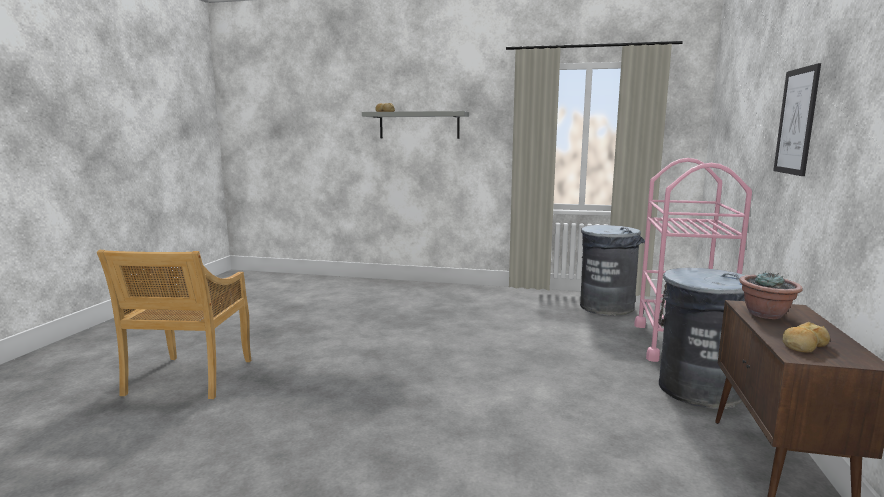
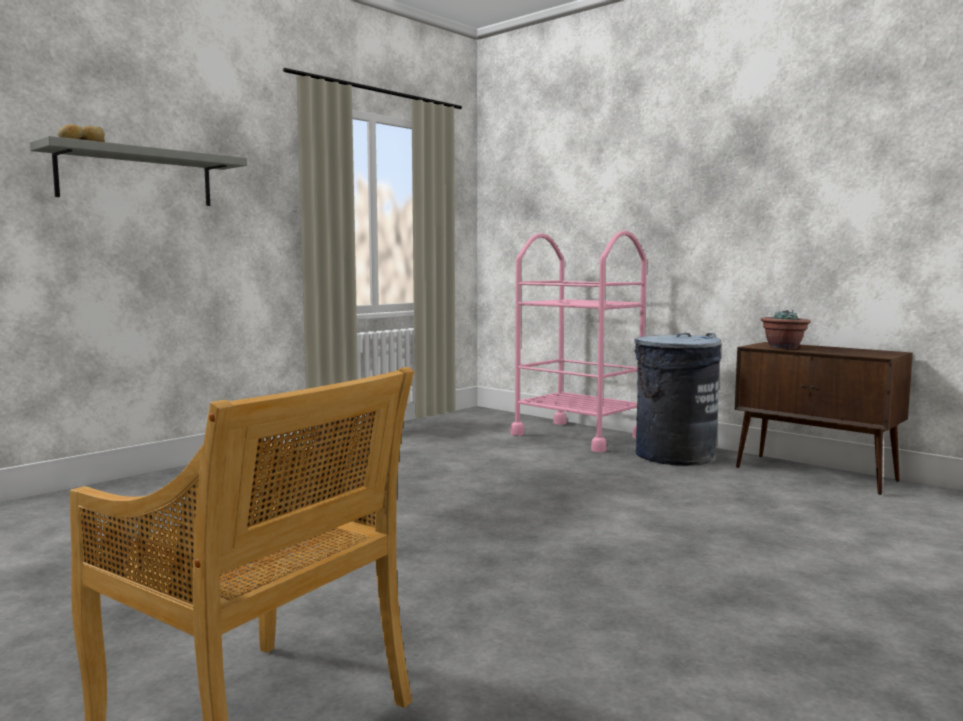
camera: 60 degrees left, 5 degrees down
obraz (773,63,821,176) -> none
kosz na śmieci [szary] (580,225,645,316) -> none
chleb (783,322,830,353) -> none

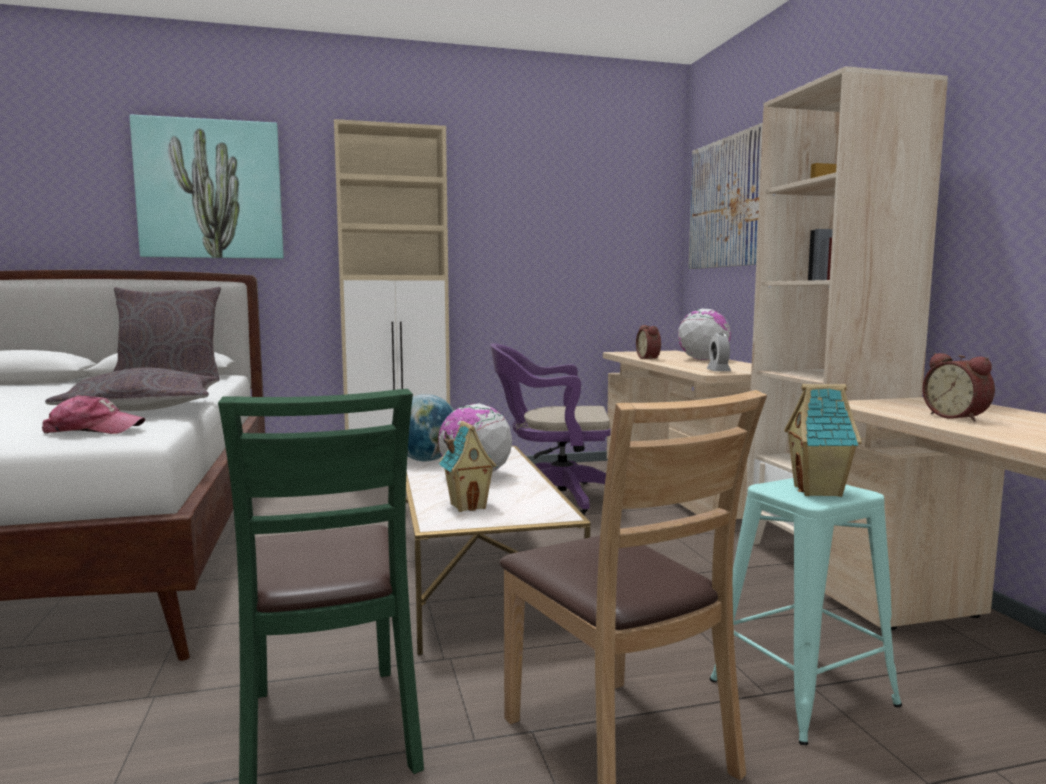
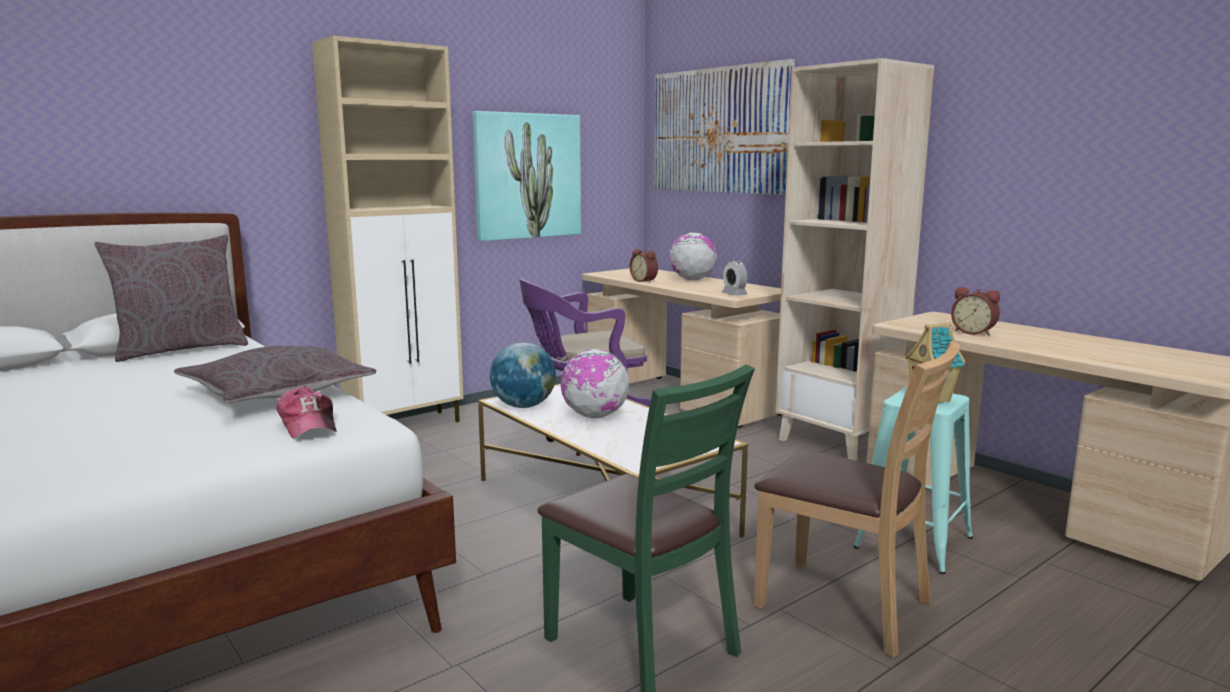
camera: 25 degrees left, 5 degrees up
obraz (129,114,284,259) -> obraz (473,111,581,241), shifted
czapka z daszkiem (42,395,145,434) -> czapka z daszkiem (276,386,337,439), 90 degrees clockwise
domek (439,421,498,512) -> none

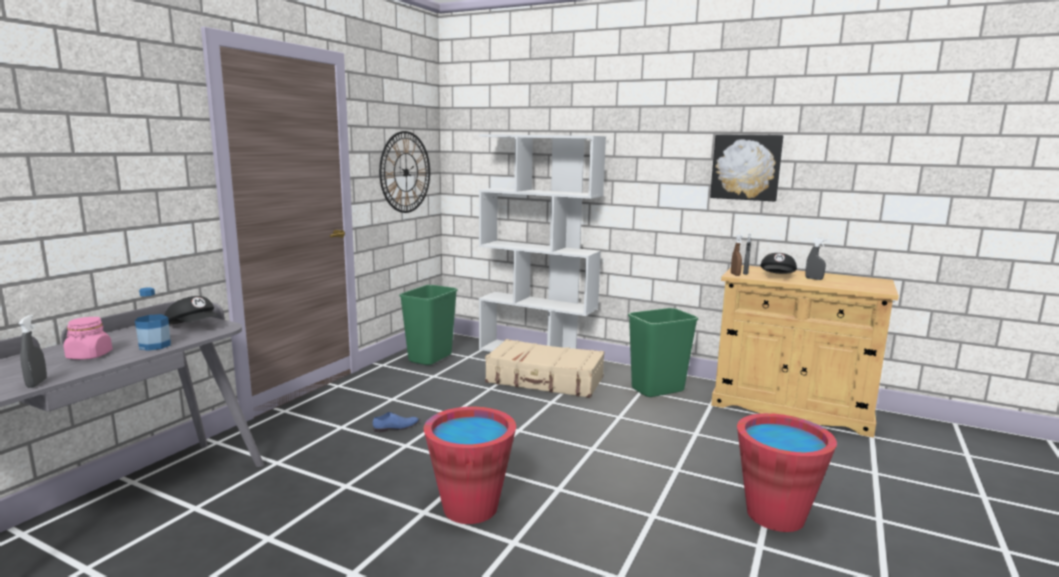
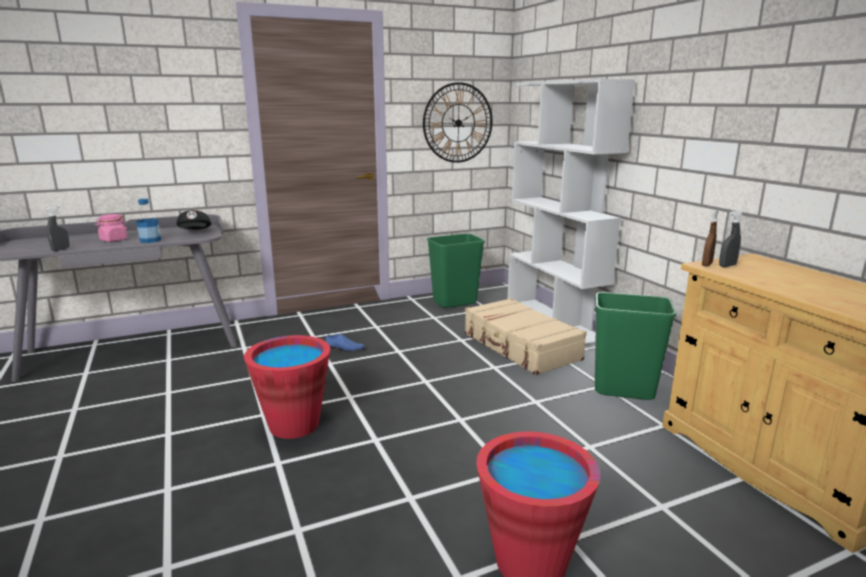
camera: 40 degrees right, 5 degrees up
obraz (710,134,783,202) -> none
spryskiwacz [szary] (805,238,827,280) -> none
czapka z daszkiem [czarny] (760,253,797,274) -> none

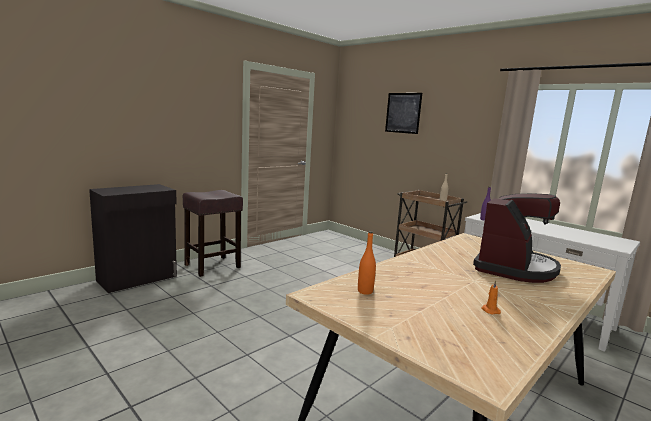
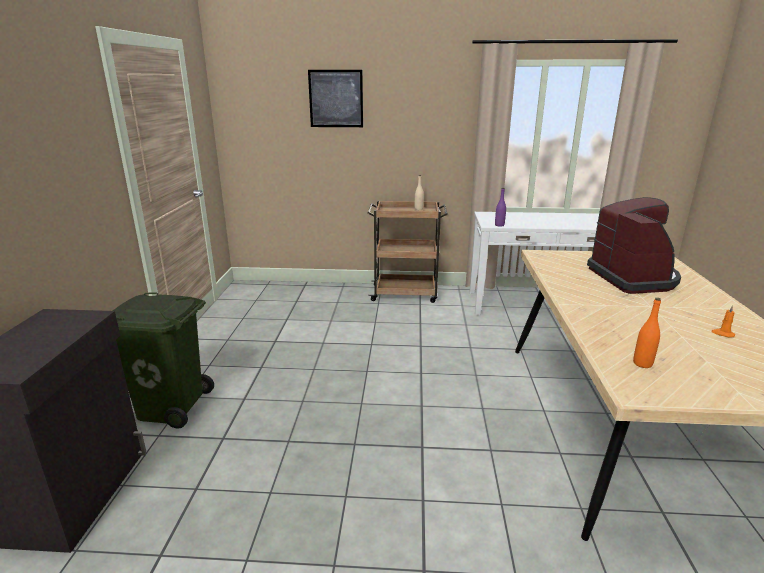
camera: 40 degrees left, 10 degrees up
stołek [brązowy] (183,190,243,277) -> kosz na śmieci [zielony] (113,293,214,429)

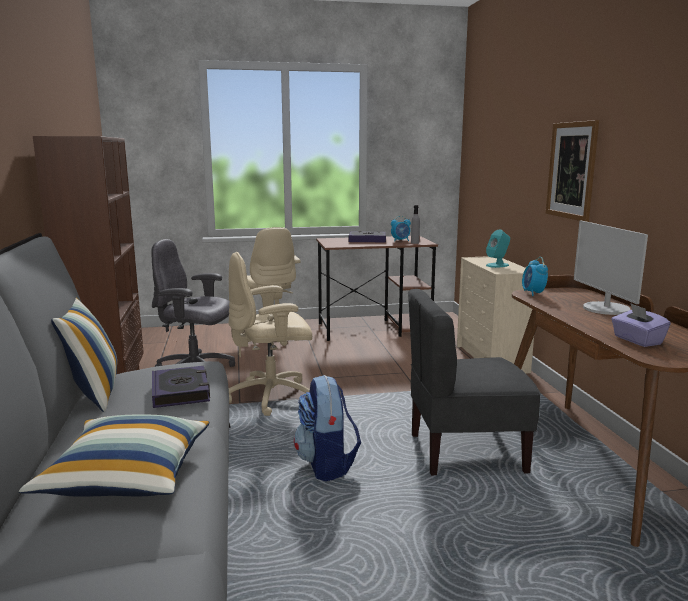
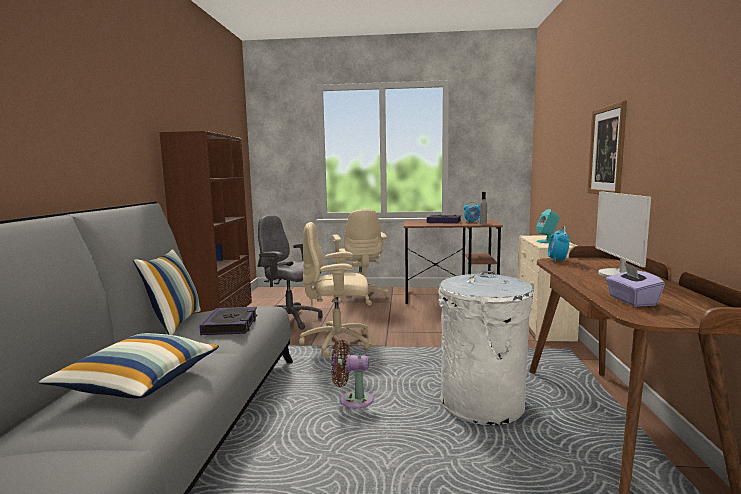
camera: 15 degrees right, 5 degrees down
krzesło [szary] (408,289,541,475) -> kosz na śmieci [biały] (438,271,534,425)
plecak (294,375,361,481) -> wentylator [brązowy] (331,340,374,408)

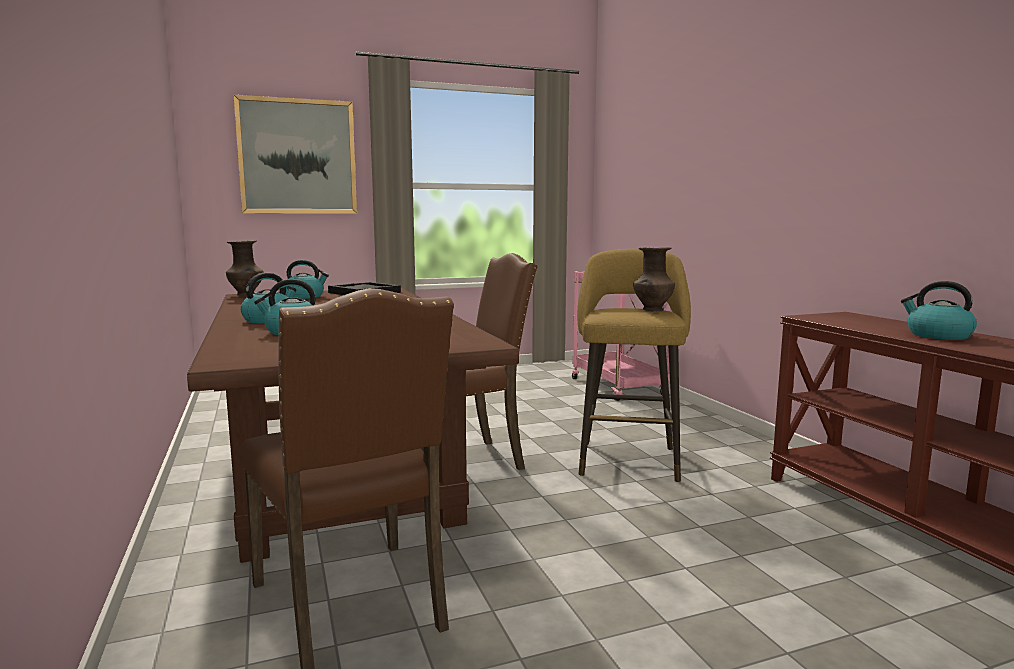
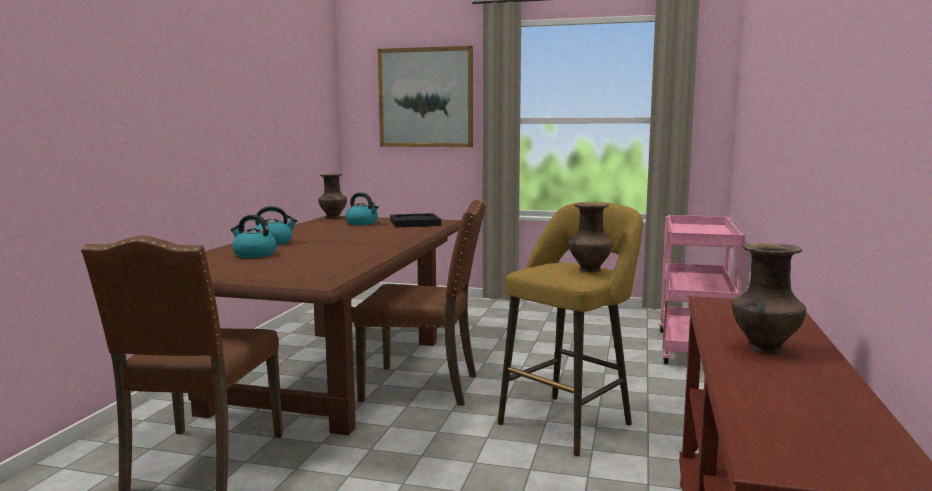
camera: 35 degrees right, 0 degrees up
czajnik (901,281,977,340) -> wazon [brązowy] (732,243,806,354)

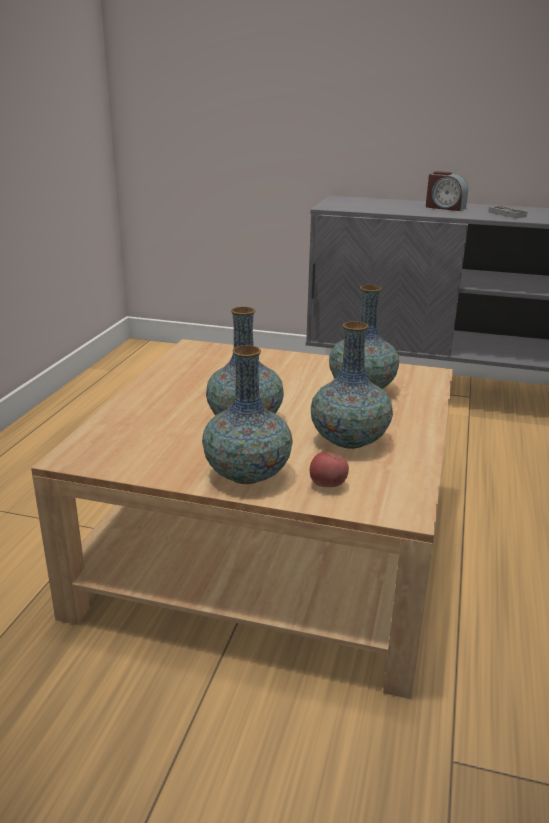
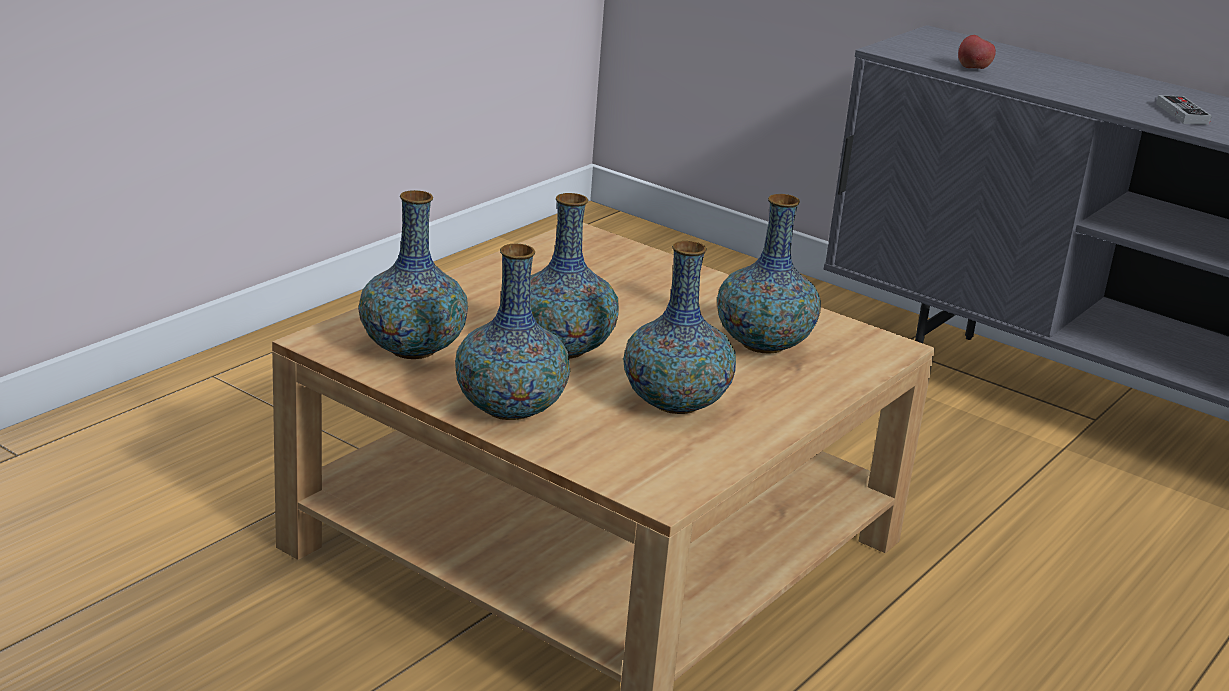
camera: 20 degrees right, 0 degrees up
budzik (426,171,468,211) -> none
jabłko (310,452,349,487) -> jabłko (958,35,996,69), shifted
none -> wazon (358,190,468,359)

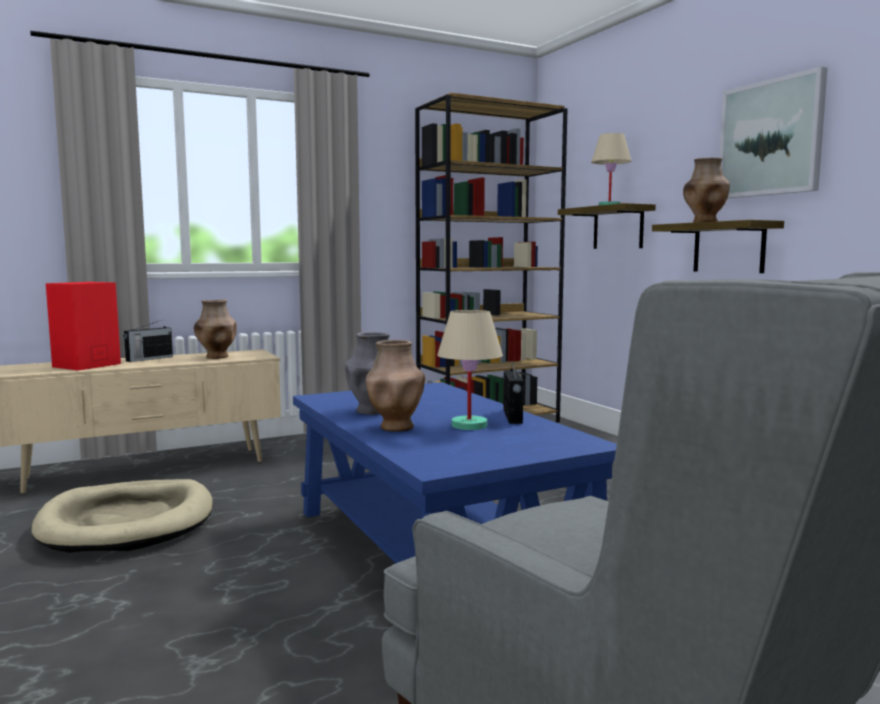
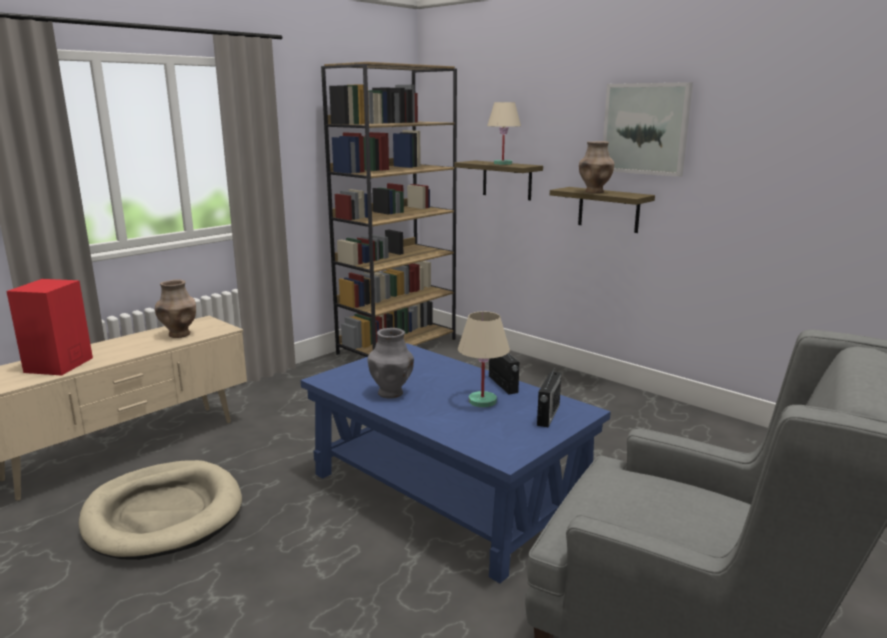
camera: 20 degrees left, 10 degrees up
radio (123,320,173,362) -> radio (537,365,561,427), shifted
wazon [brązowy] (365,340,425,432) -> none

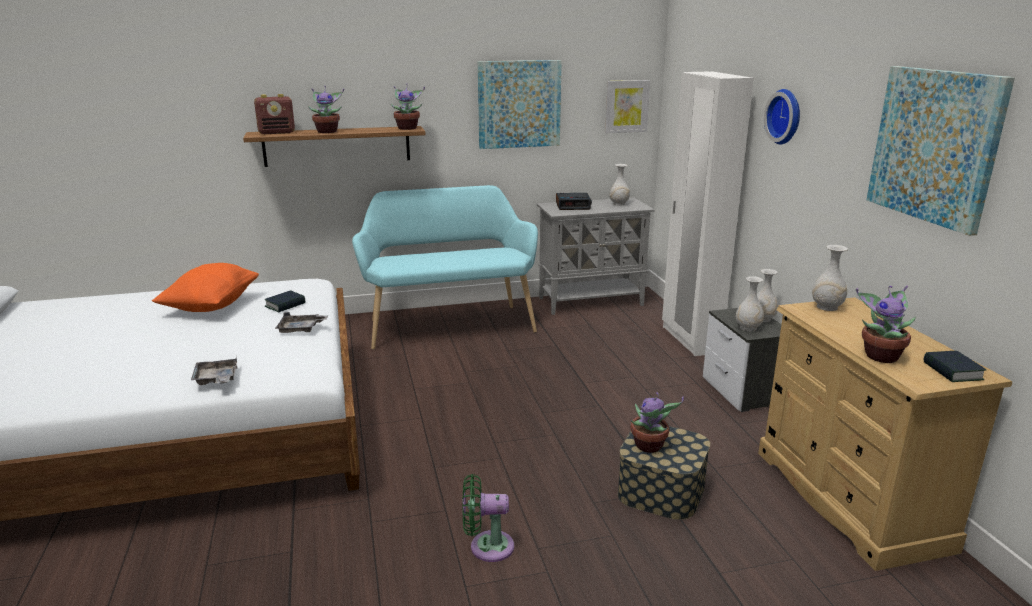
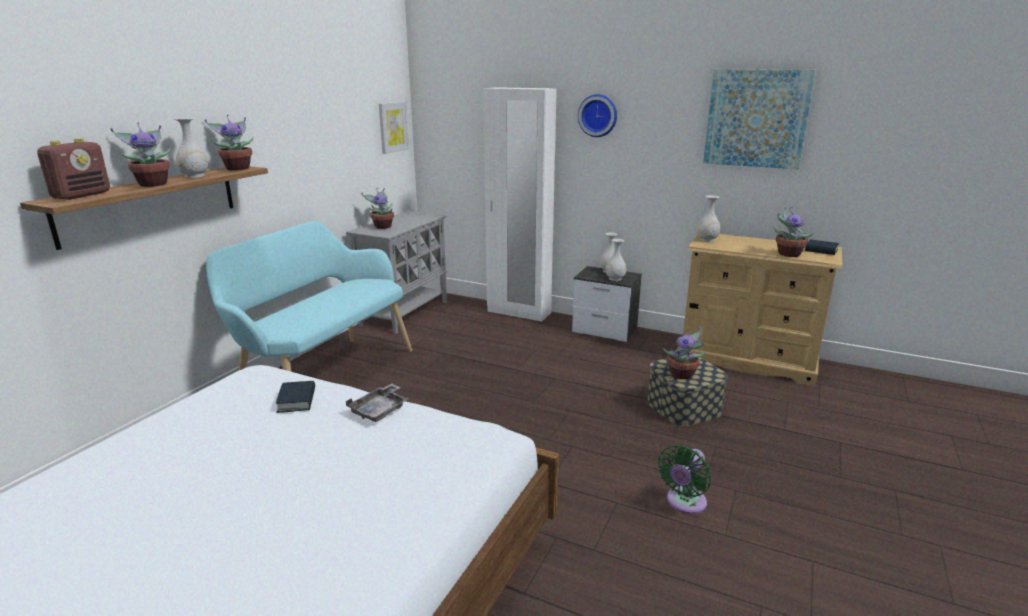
camera: 50 degrees left, 0 degrees up
obraz (478,60,562,149) -> none
wazon [biały] (610,164,630,206) -> wazon [biały] (174,118,208,178), shifted
budzik (556,193,592,210) -> roślina doniczkowa (361,188,394,229)
poduszka [pomarańczowy] (152,263,259,312) -> none
taca [szary] (191,356,237,385) -> none

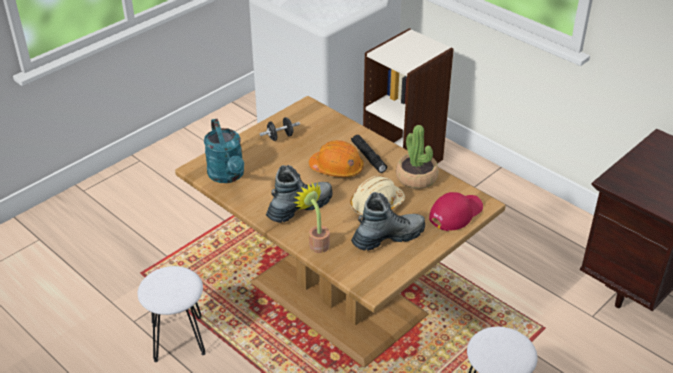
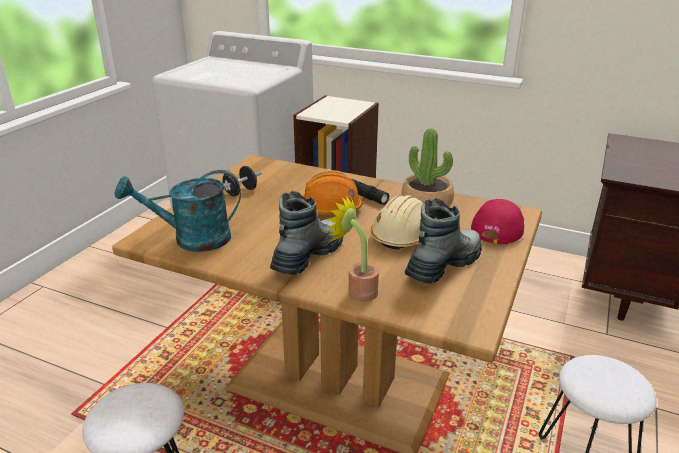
camera: 20 degrees left, 10 degrees down
konewka [turkusowy] (204,119,244,183) -> konewka [turkusowy] (115,170,241,252), 120 degrees clockwise

